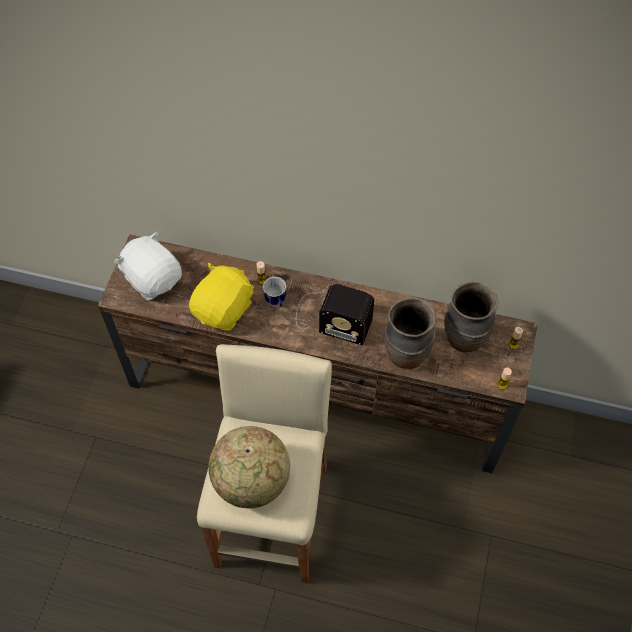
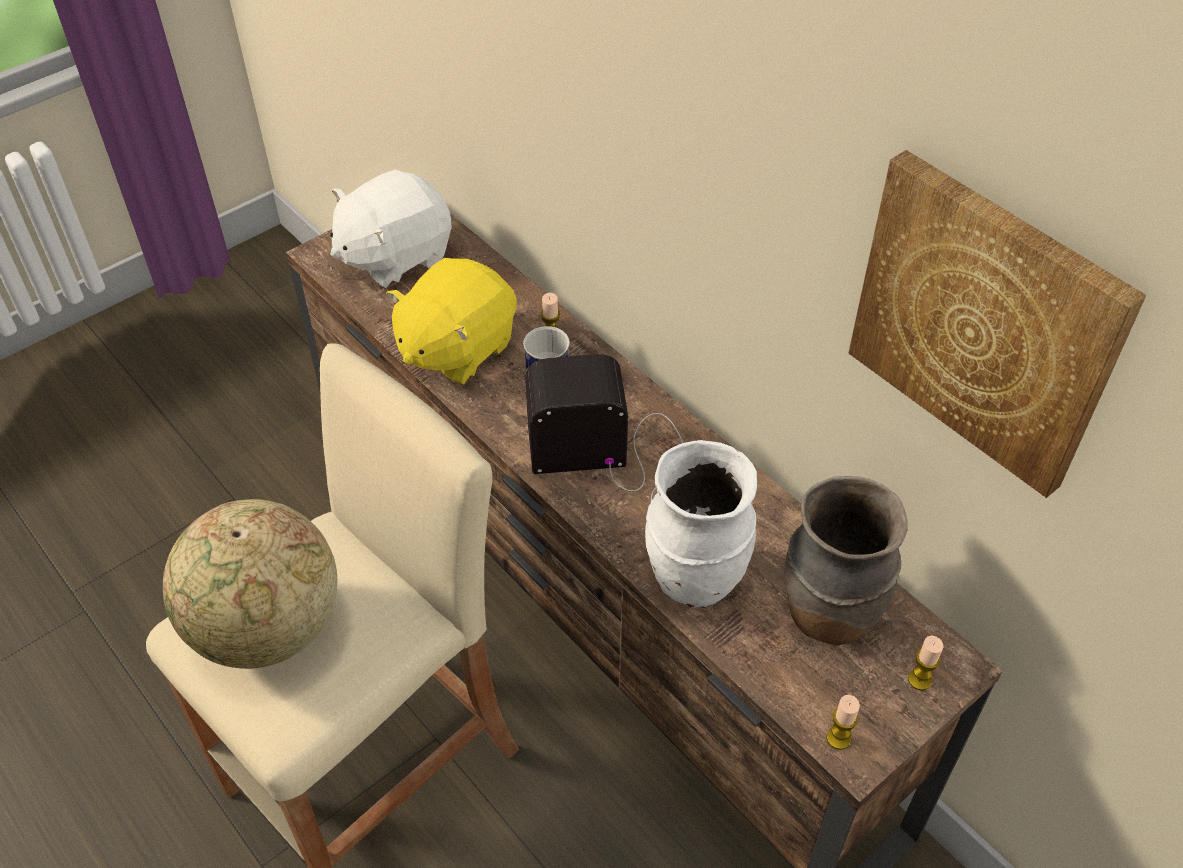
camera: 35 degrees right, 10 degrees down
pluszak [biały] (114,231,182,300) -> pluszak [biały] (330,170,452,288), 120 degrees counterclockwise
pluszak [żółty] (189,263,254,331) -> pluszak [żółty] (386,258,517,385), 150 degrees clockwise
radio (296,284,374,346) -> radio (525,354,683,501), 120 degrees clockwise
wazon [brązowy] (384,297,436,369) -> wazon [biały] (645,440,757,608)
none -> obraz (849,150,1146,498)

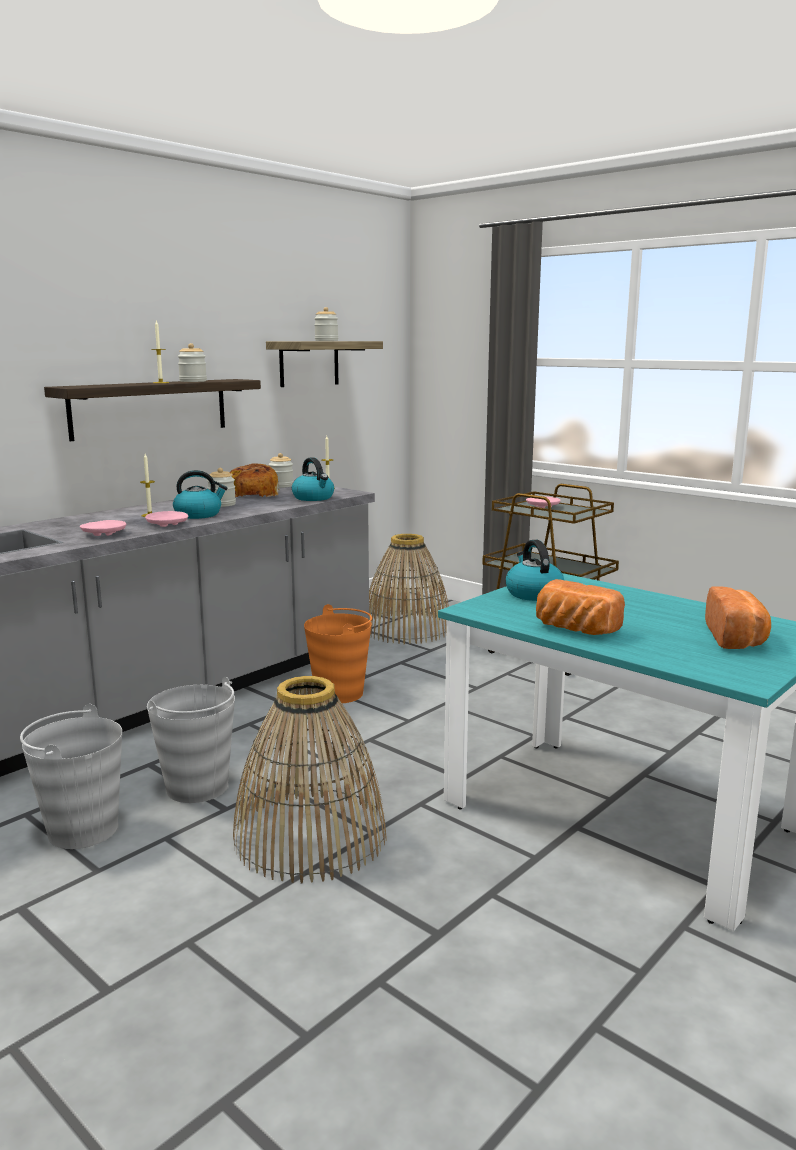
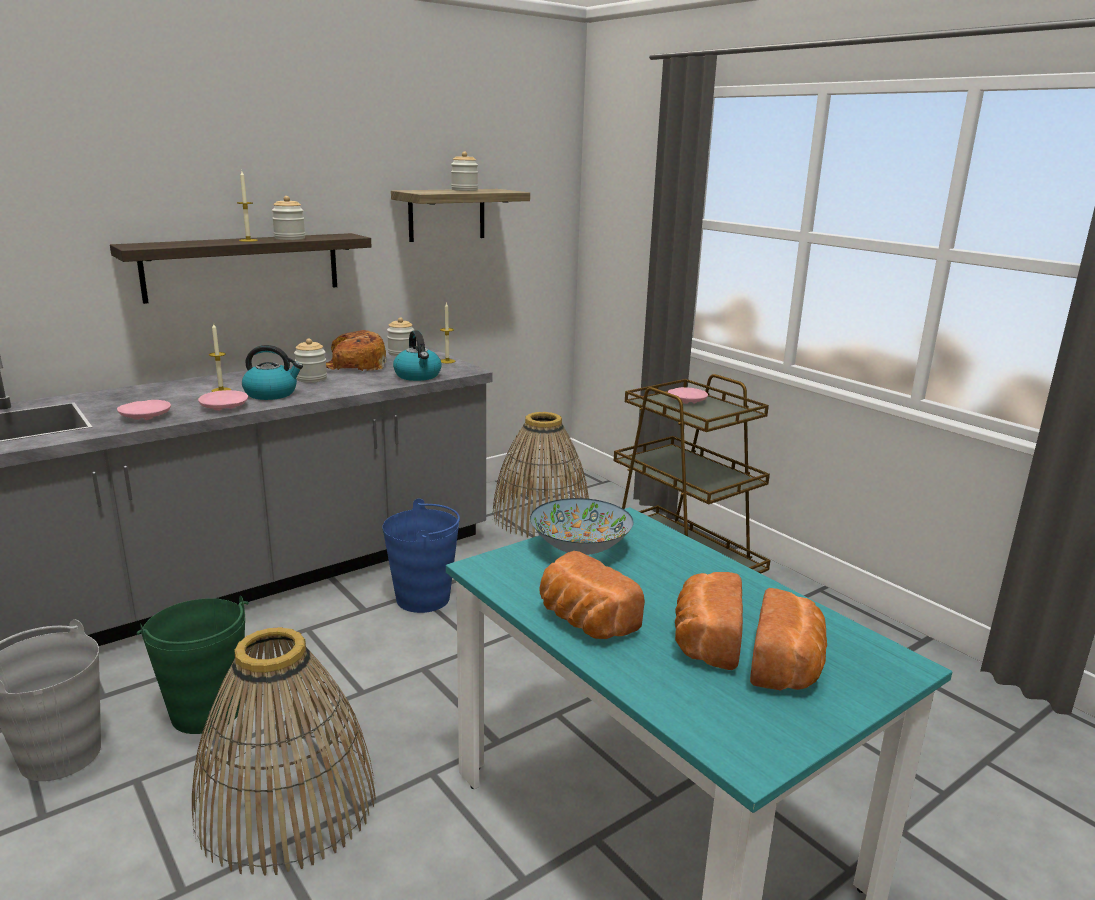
camera: 10 degrees right, 5 degrees up
czajnik (506,540,564,601) -> miska (530,498,634,555)
wiadro [pomarańczowy] (304,604,372,703) -> wiadro [niebieski] (383,499,460,613)
wiadro [szary] (147,677,235,803) -> wiadro [zielony] (136,596,249,734)
none -> chleb (675,572,743,670)

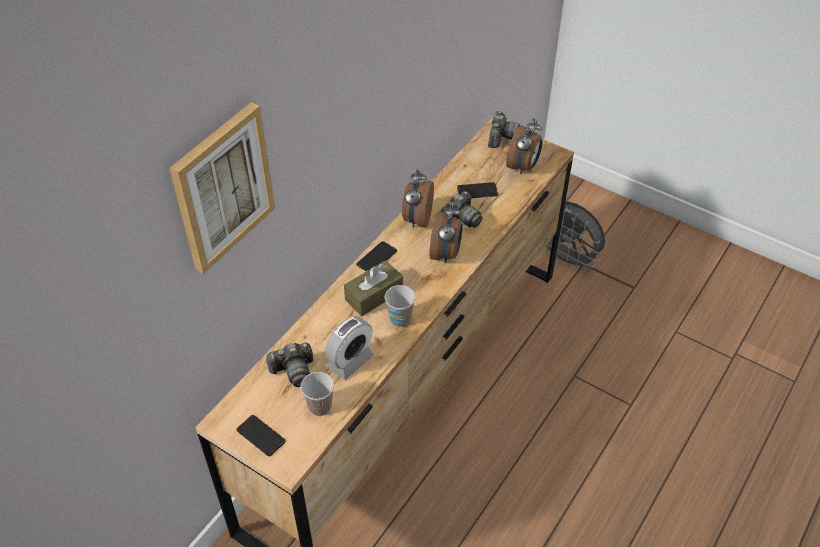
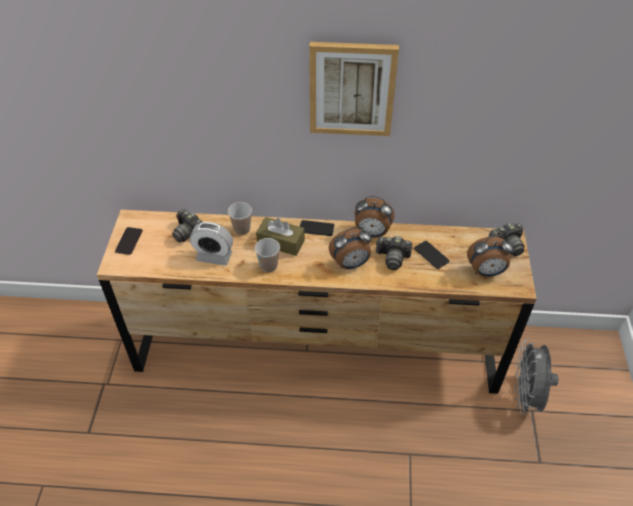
camera: 60 degrees right, 0 degrees up
obraz (169,102,275,274) -> obraz (309,42,399,136), shifted
budzik (402,169,434,228) -> budzik (355,196,395,238), 150 degrees counterclockwise
filiżanka (301,372,334,416) -> filiżanka (228,202,252,235), shifted

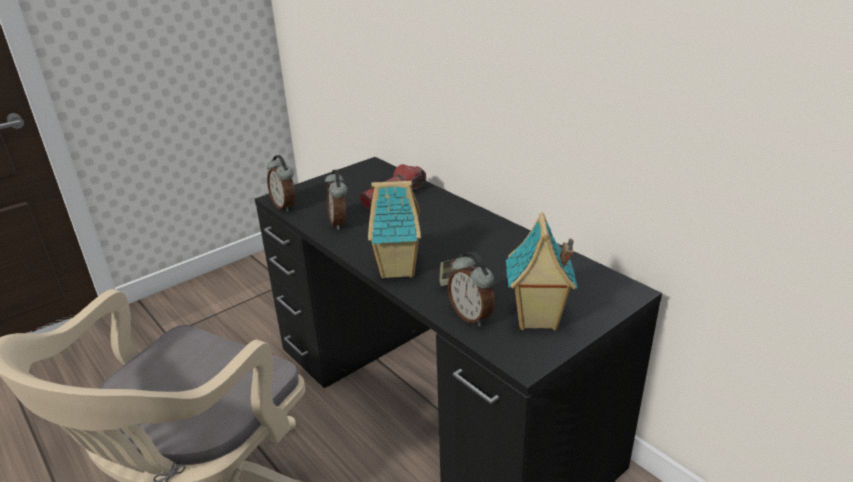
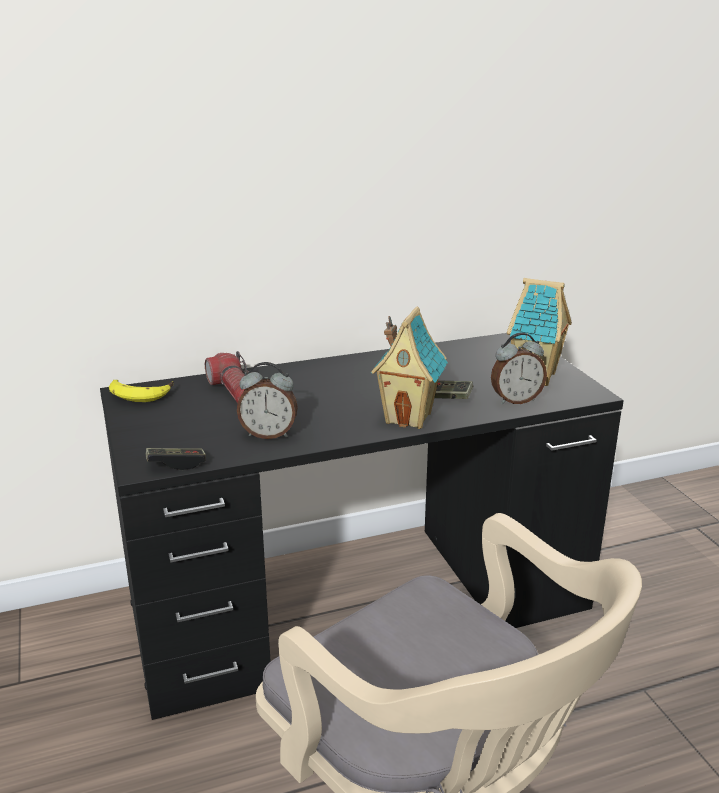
camera: 70 degrees left, 5 degrees down
budzik (267,155,295,212) -> pad do gier (146,448,206,470)
none -> banan (109,380,174,402)

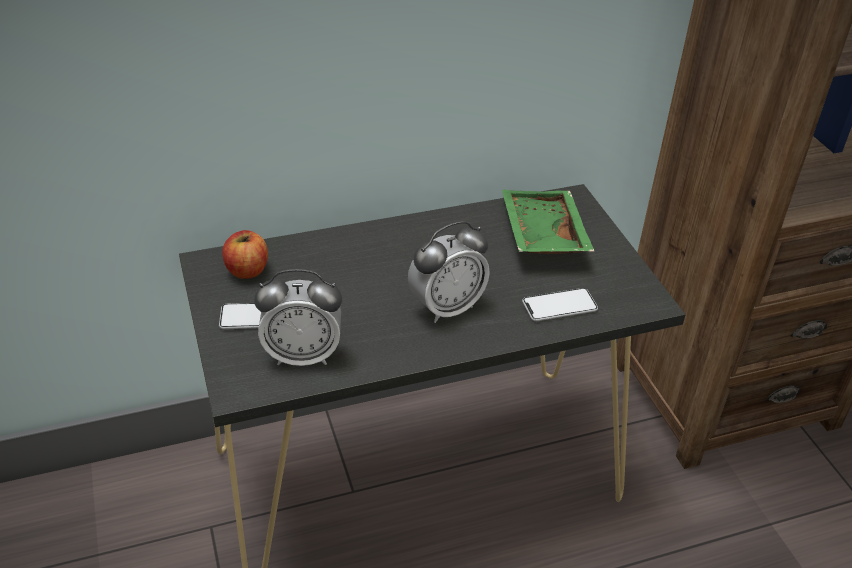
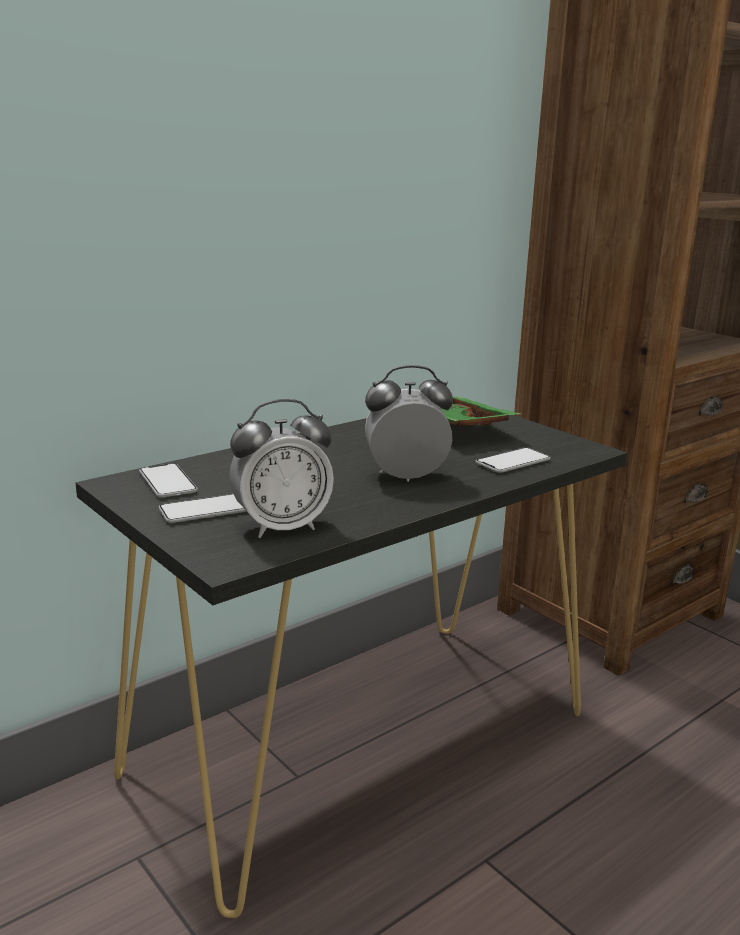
camera: 20 degrees left, 20 degrees down
budzik (408,221,490,323) -> budzik (365,365,453,482), 135 degrees counterclockwise
jabłko (222,230,268,279) -> telefon (139,463,198,498)

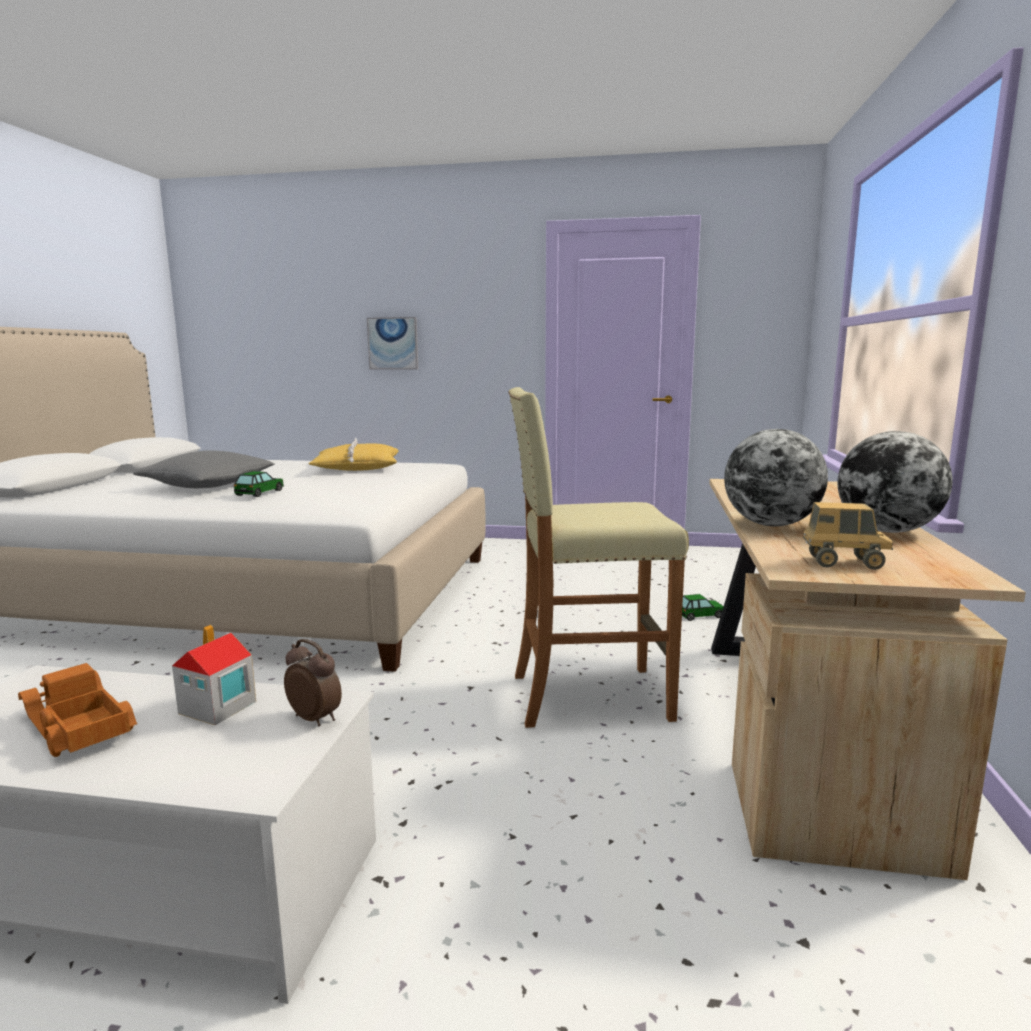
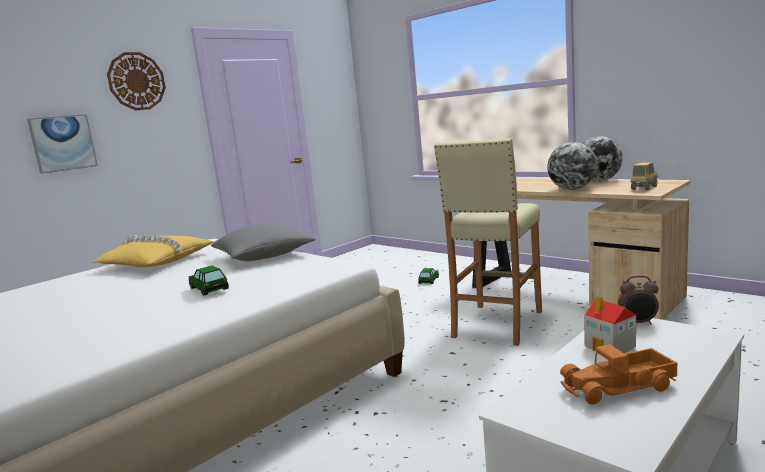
camera: 55 degrees left, 0 degrees up
poduszka [szary] (133,450,275,488) -> poduszka [szary] (211,223,316,261), shifted
budzik (284,639,342,726) -> budzik (618,275,659,324), 150 degrees counterclockwise
none -> zegar ścienny (107,52,166,110)

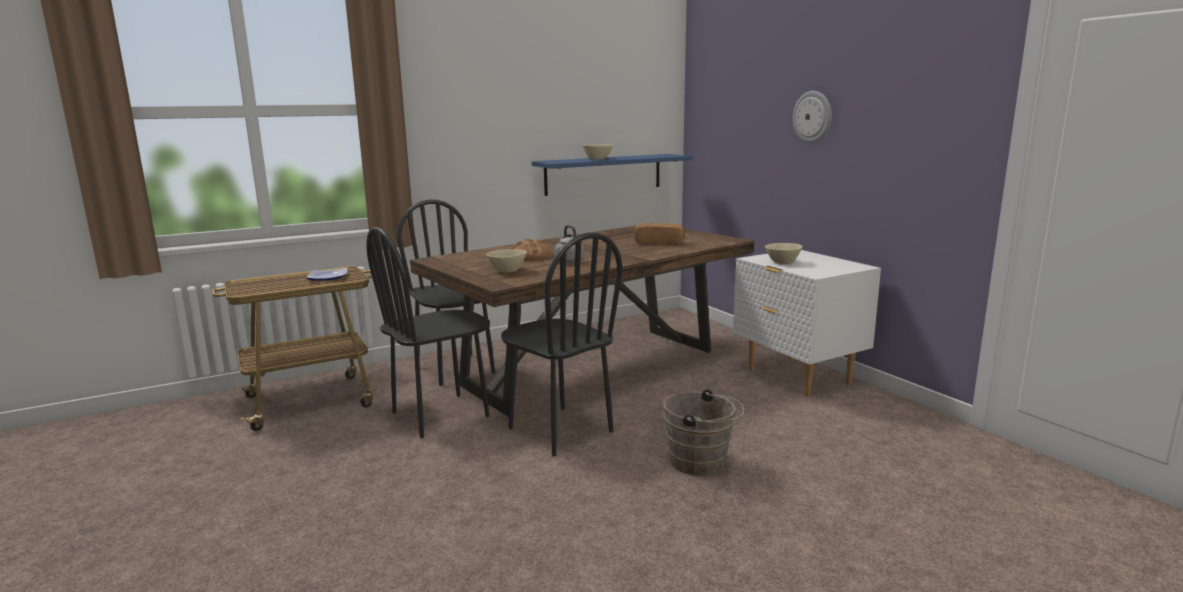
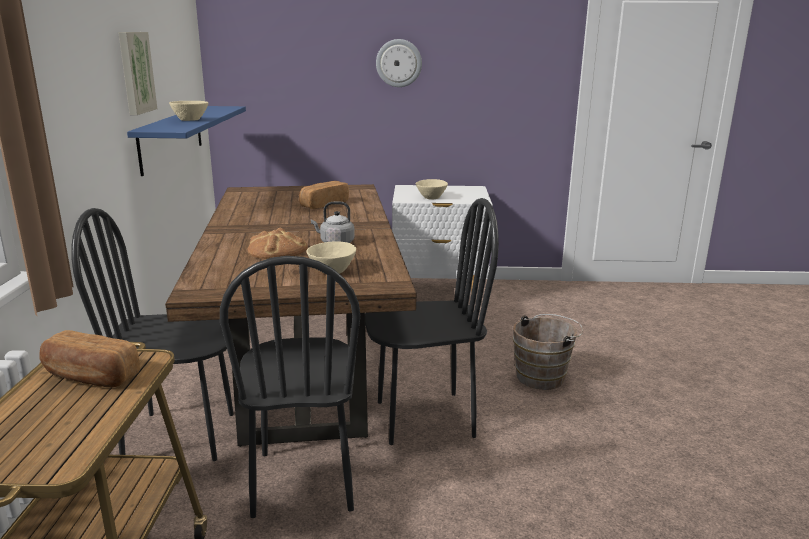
camera: 60 degrees left, 5 degrees up
talerz (306,268,348,281) -> chleb (39,330,140,387)
none -> obraz (118,32,157,115)

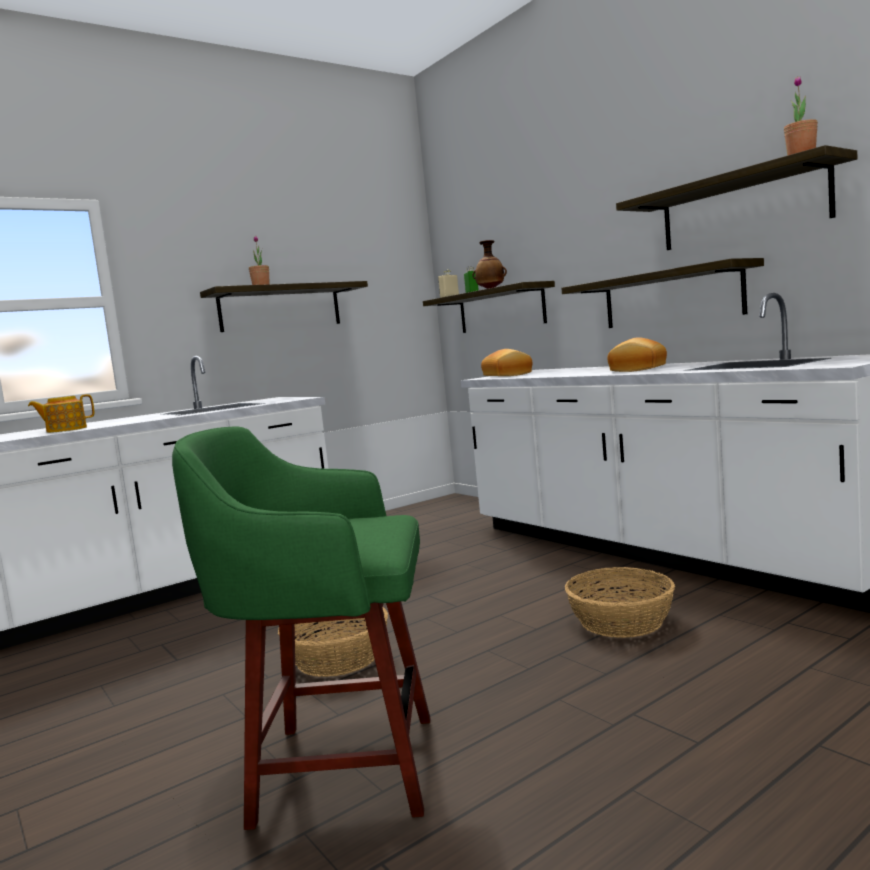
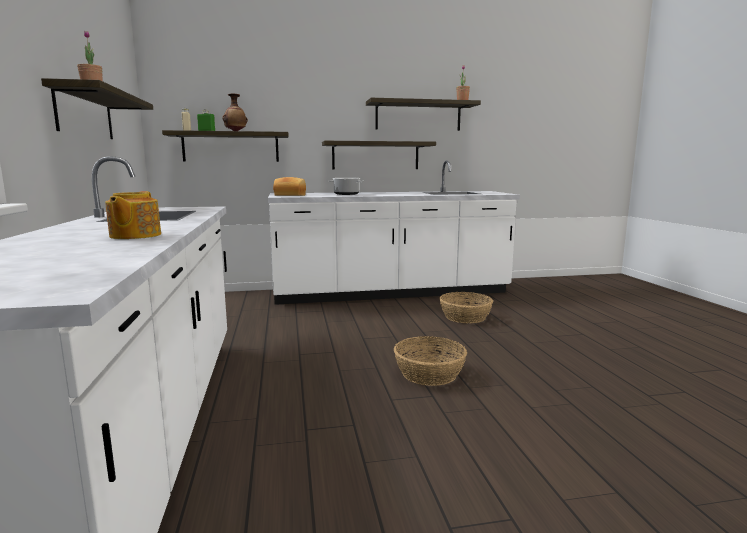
camera: 65 degrees left, 5 degrees up
chleb (607,337,667,372) -> none
stołek [zielony] (172,426,431,830) -> none
none -> garnek (329,178,365,195)

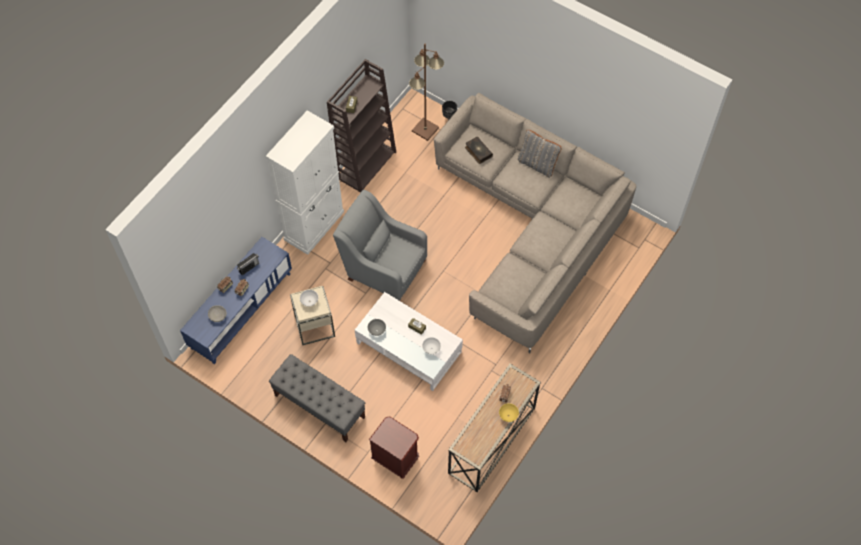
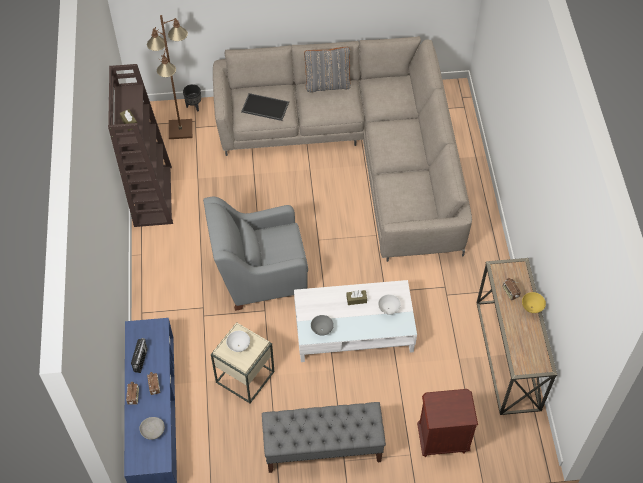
camera: 40 degrees left, 5 degrees down
szafka [biały] (266,110,344,255) -> none
książka (465,137,493,164) -> taca (241,93,289,121)

